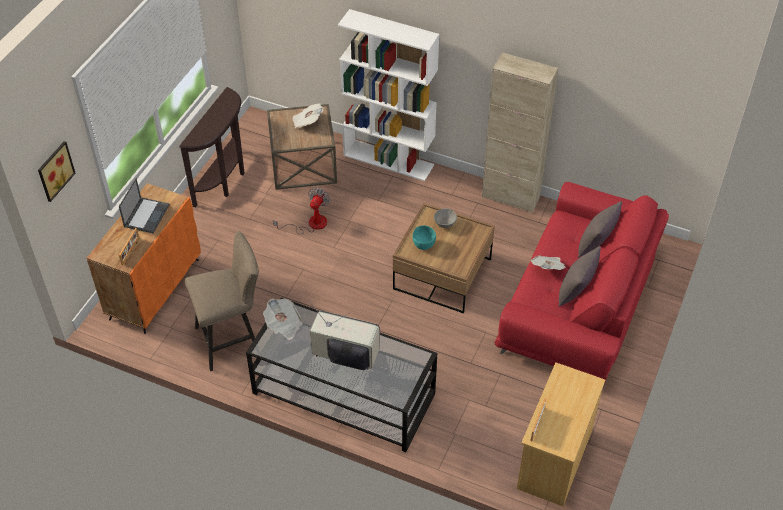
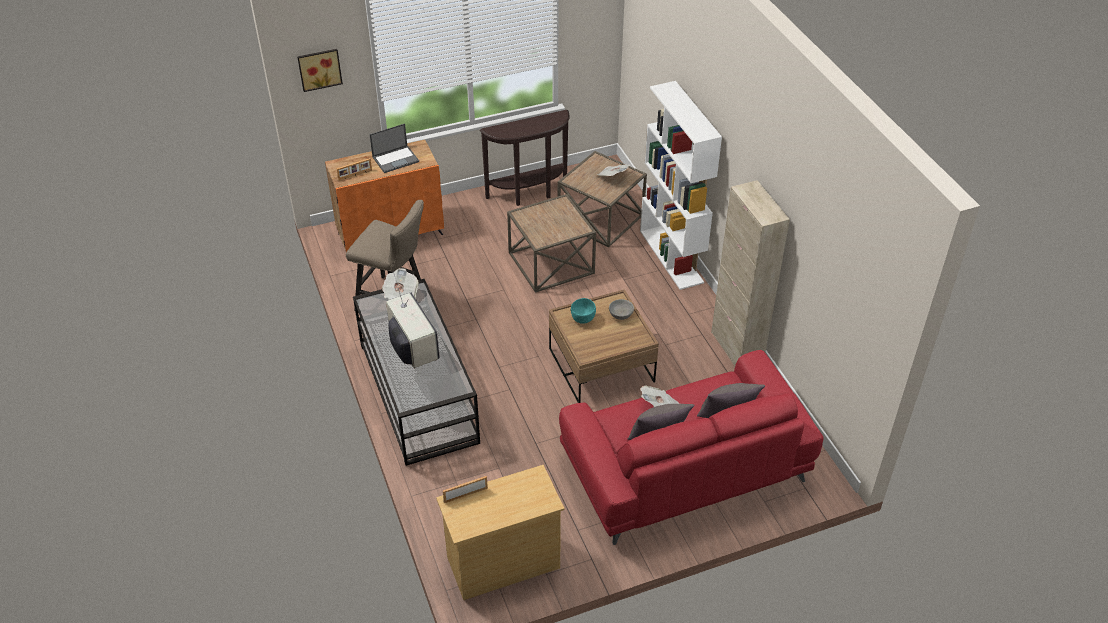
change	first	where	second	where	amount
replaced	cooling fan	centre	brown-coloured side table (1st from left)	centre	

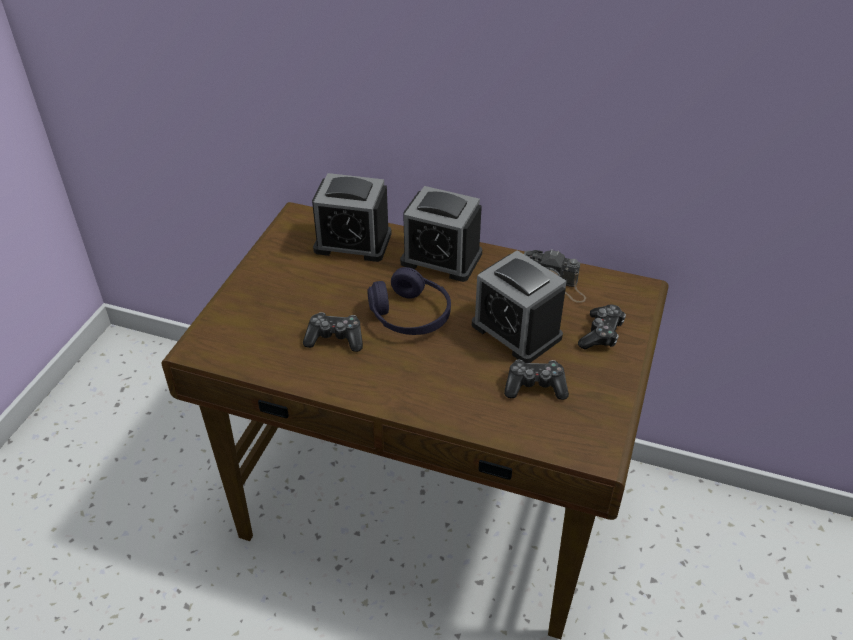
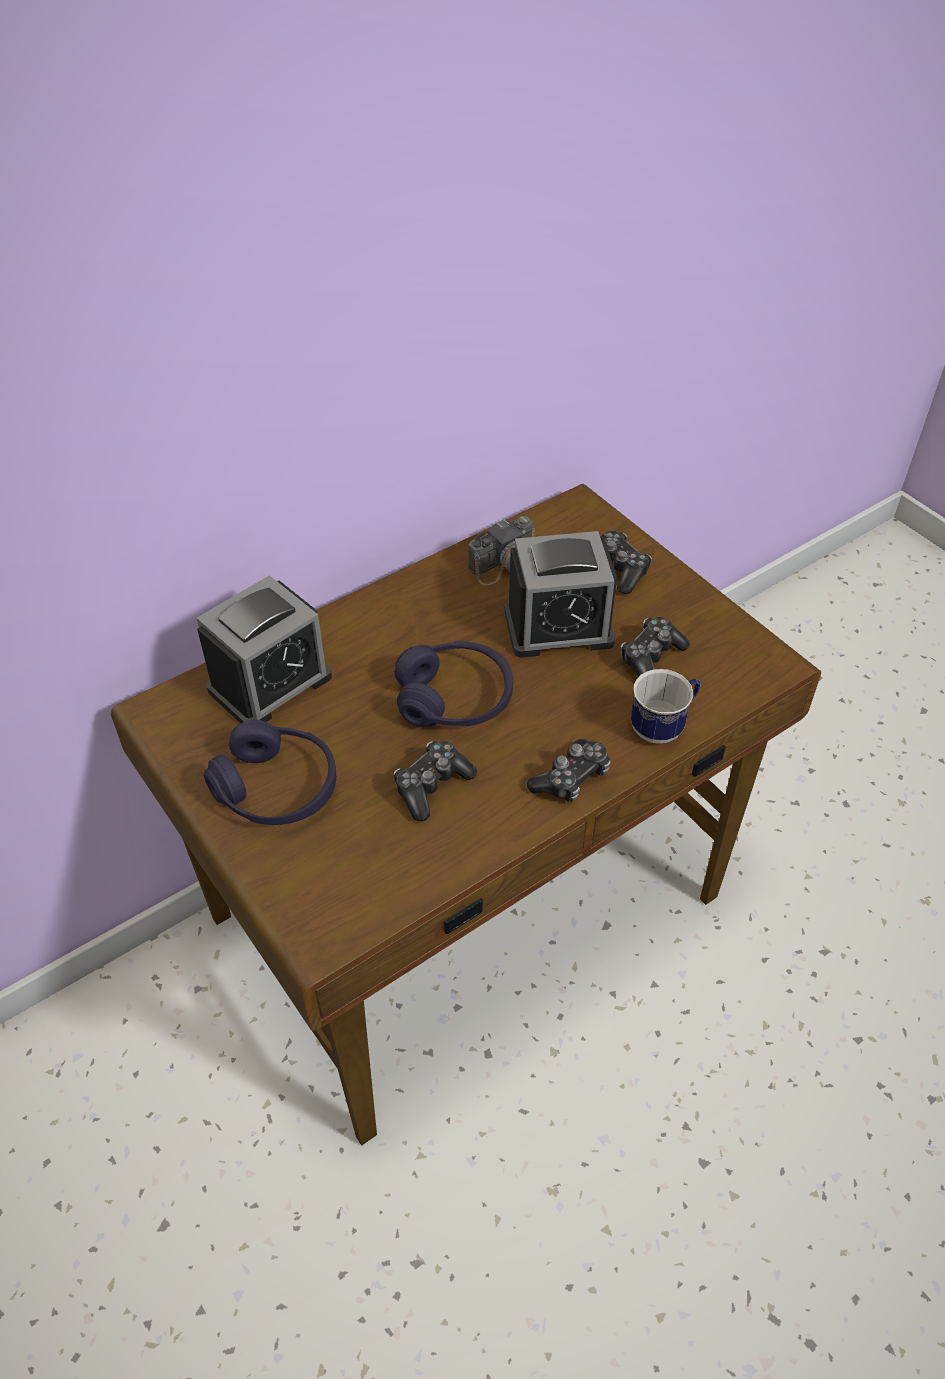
change	first	where	second	where	amount
removed	bedside clock (2nd from left)	centre			
added			purple headphones (1st from left)	middle left	
added			game controller (2nd from left)	centre	
added			coffee mug	middle right	

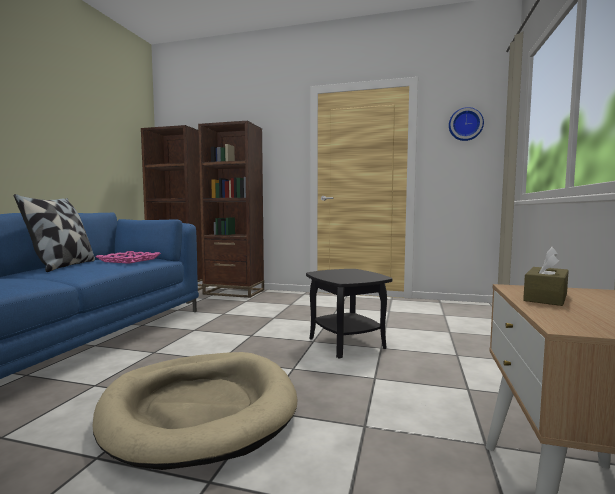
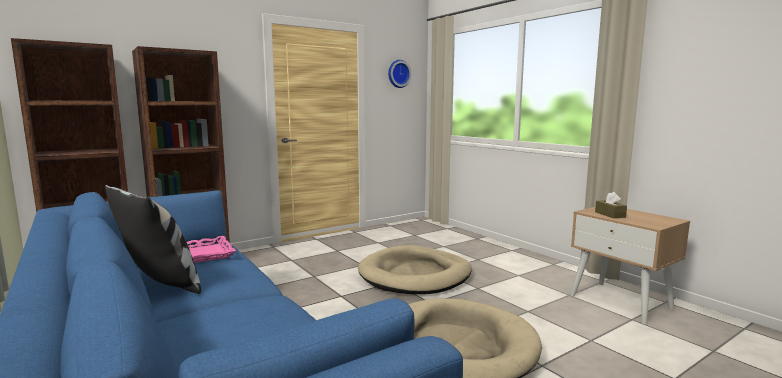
change	first	where	second	where	amount
replaced	black side table	centre	sand-coloured dog cushion (1st from left)	bottom centre	

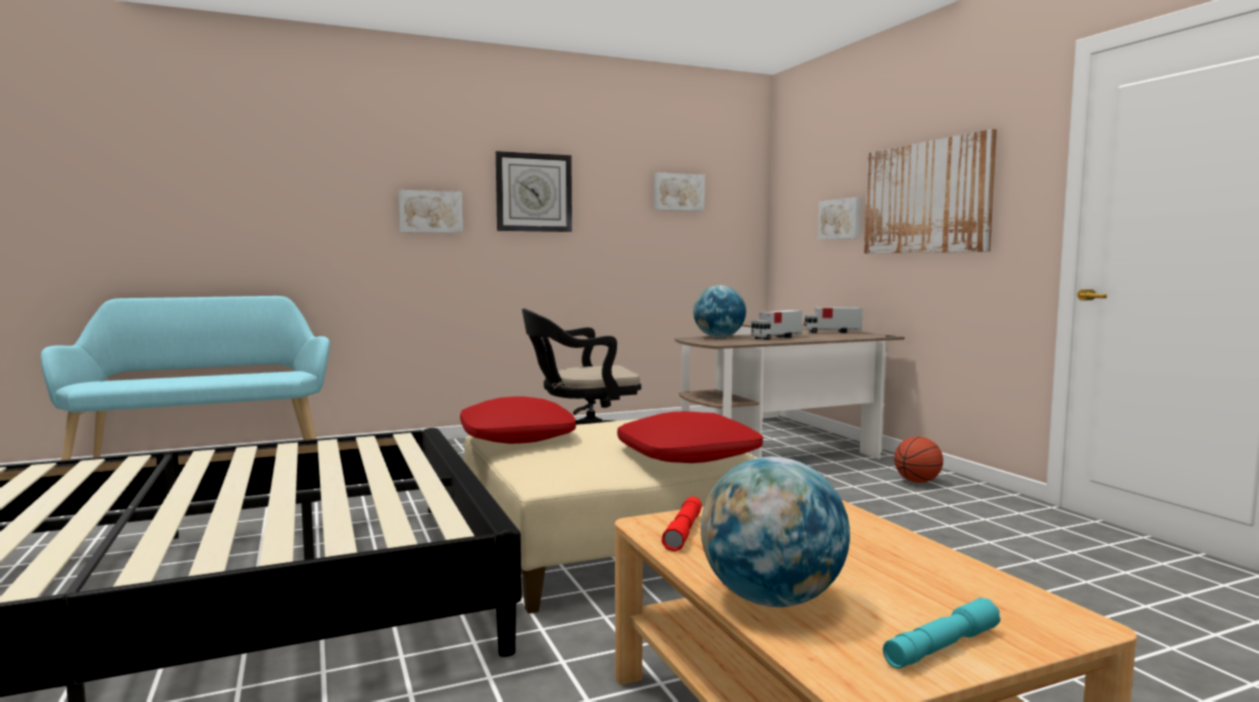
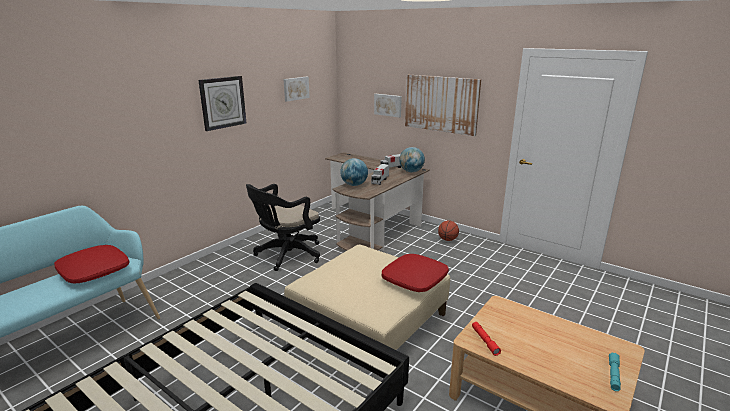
change	first	where	second	where	amount
removed	wall art (1st from left)	top centre			
moved	red-coloured cushion (1st from left)	centre		middle left	
moved	desk globe (2nd from left)	bottom centre		centre	

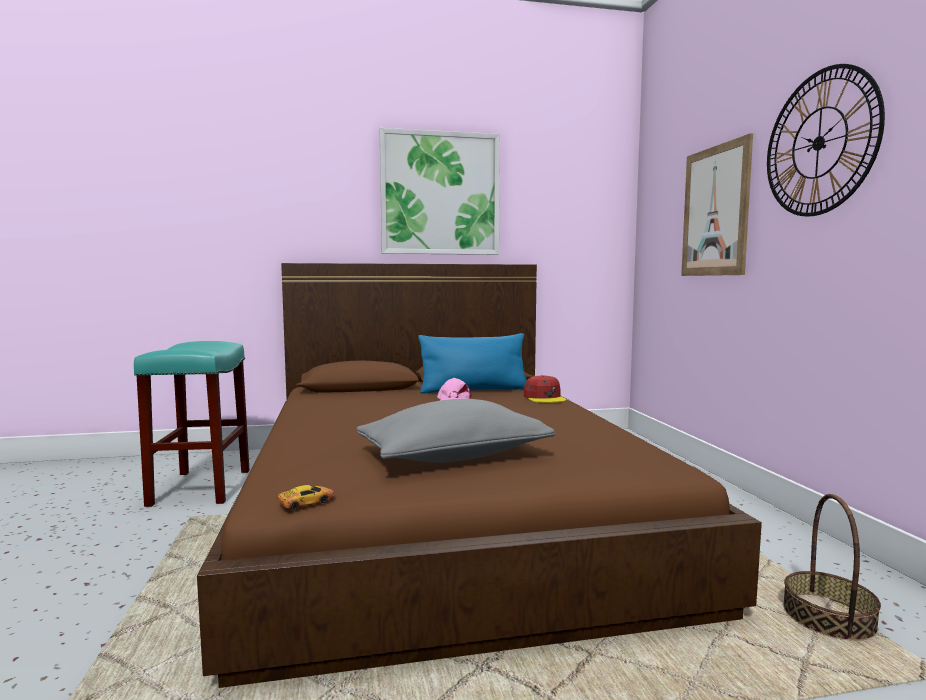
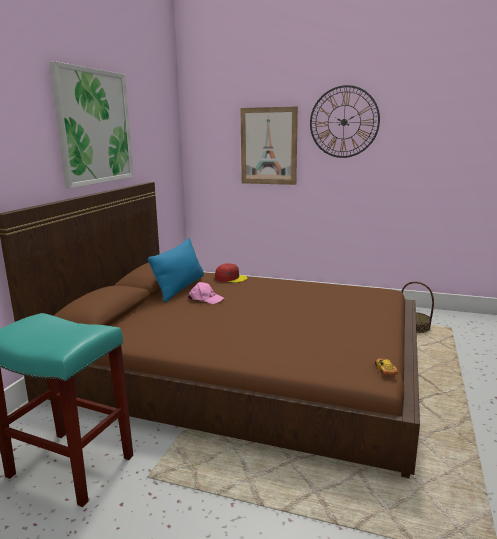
change	first	where	second	where	amount
removed	gray cushion	centre			

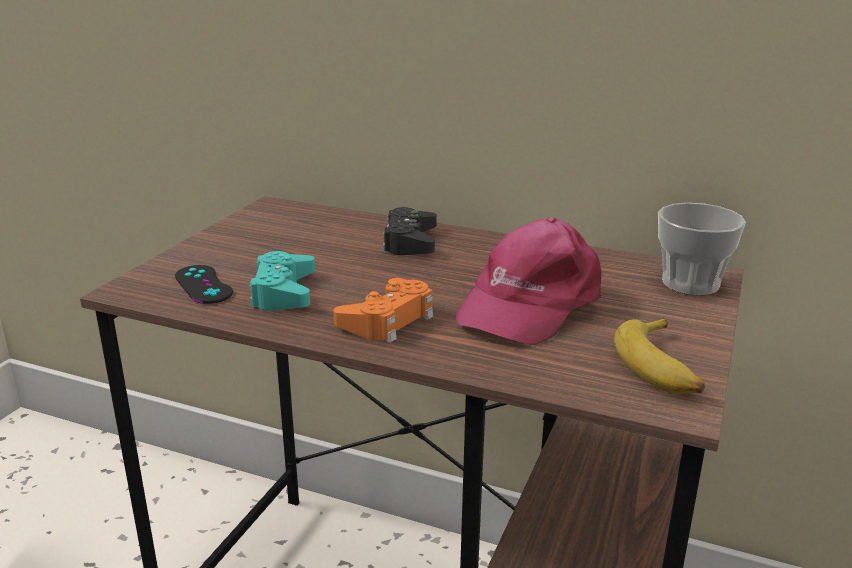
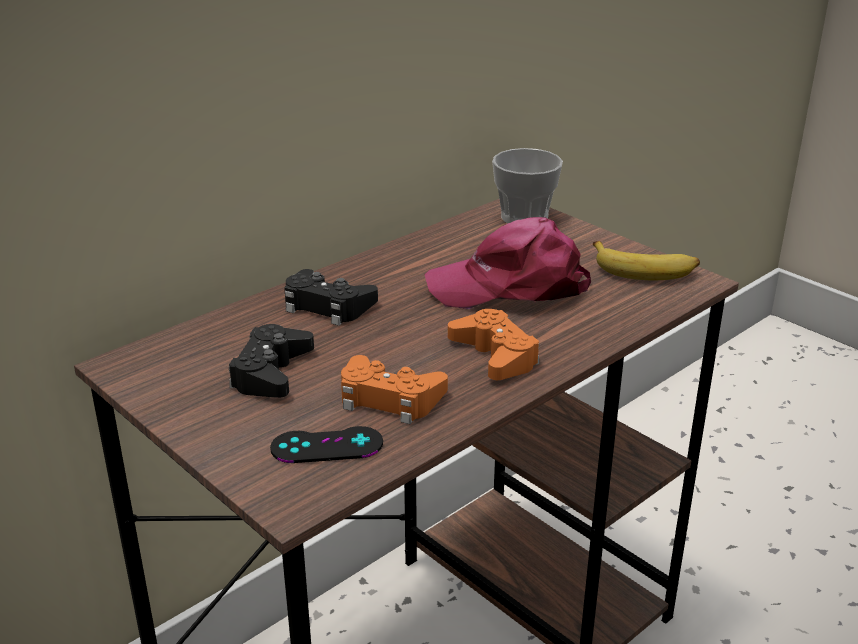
change	first	where	second	where	amount
added			black game controller (1st from left)	middle left	
recoloured	turquoise game controller	middle left	orange-coloured game controller (1st from left)	centre	
turned	pink-coloured peaked cap	centre		centre	120 degrees clockwise

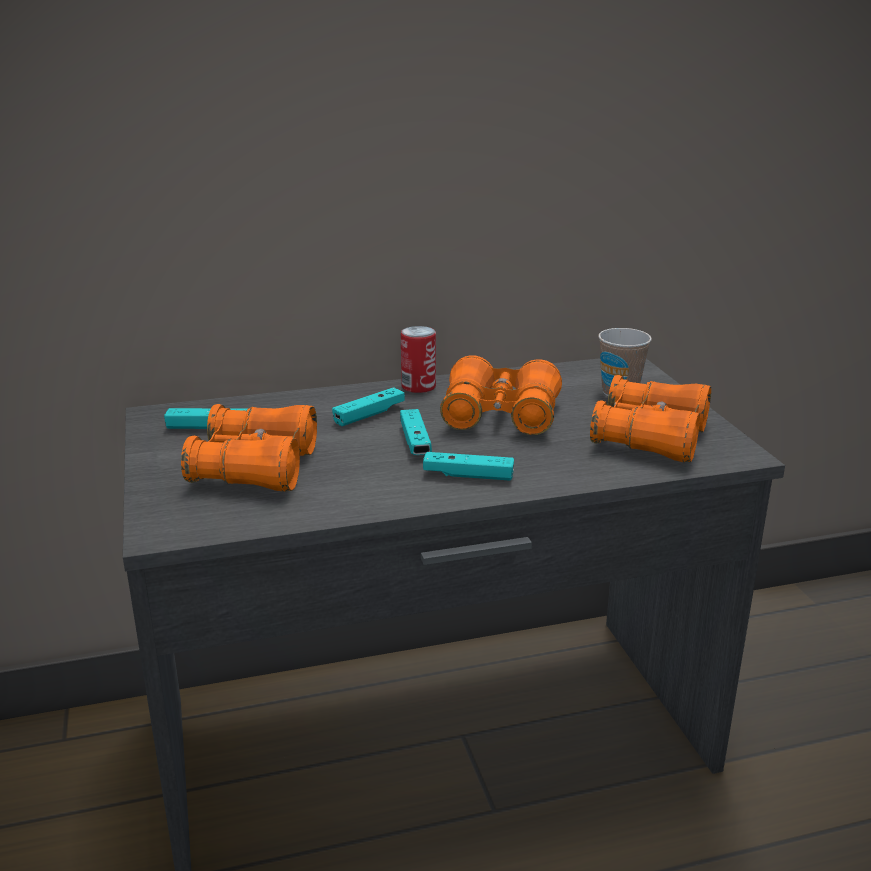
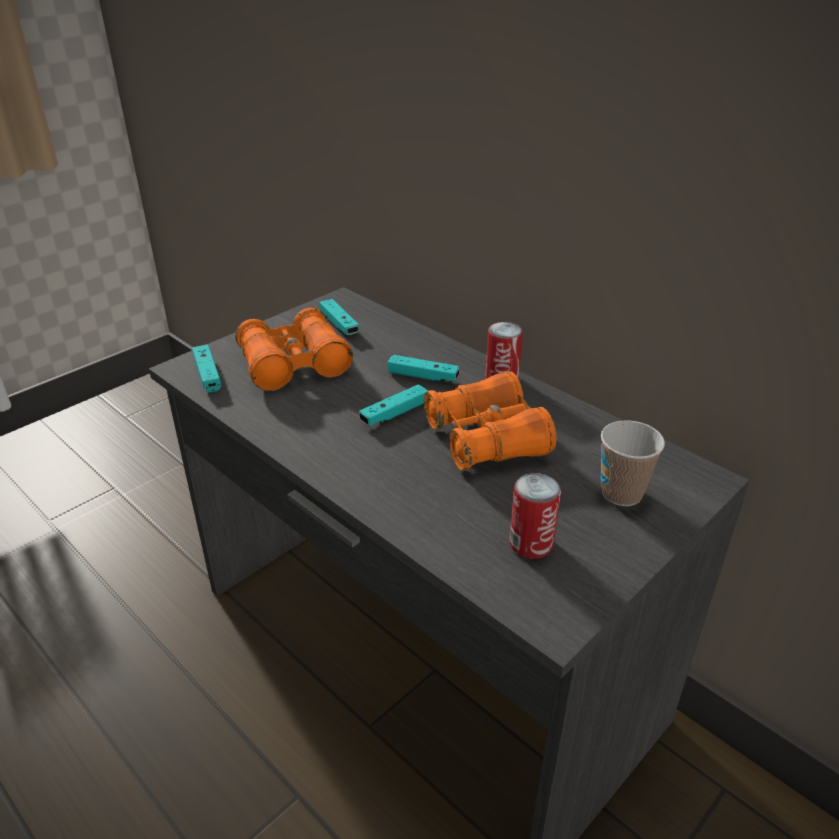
change	first	where	second	where	amount
moved	turquoise game controller (4th from left in the first image)	centre	turquoise game controller (1st from left)	middle left	
replaced	orange-coloured field glasses (3rd from left)	middle right	can (2nd from left)	centre	

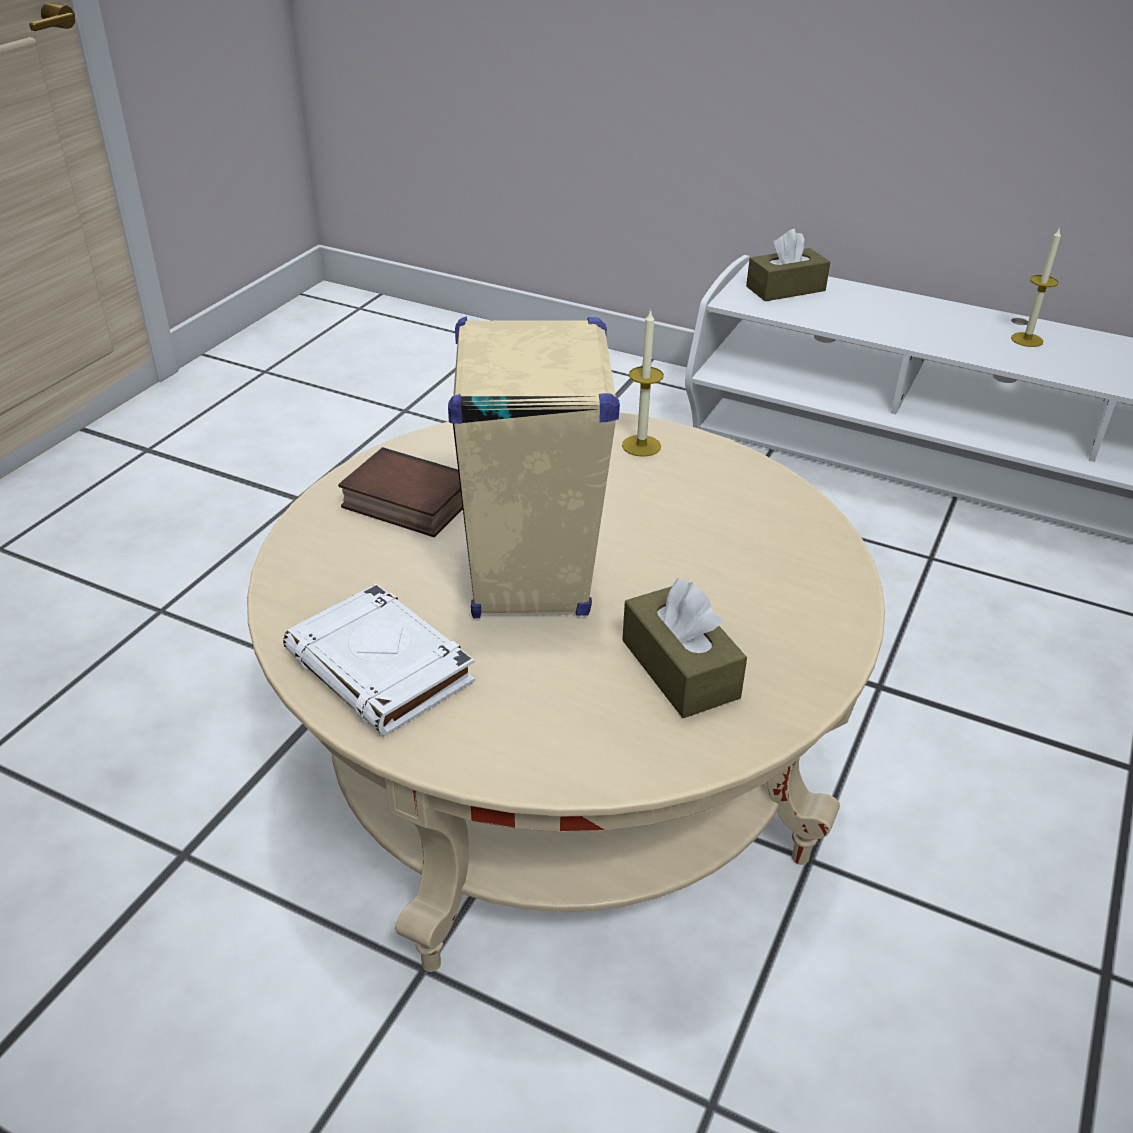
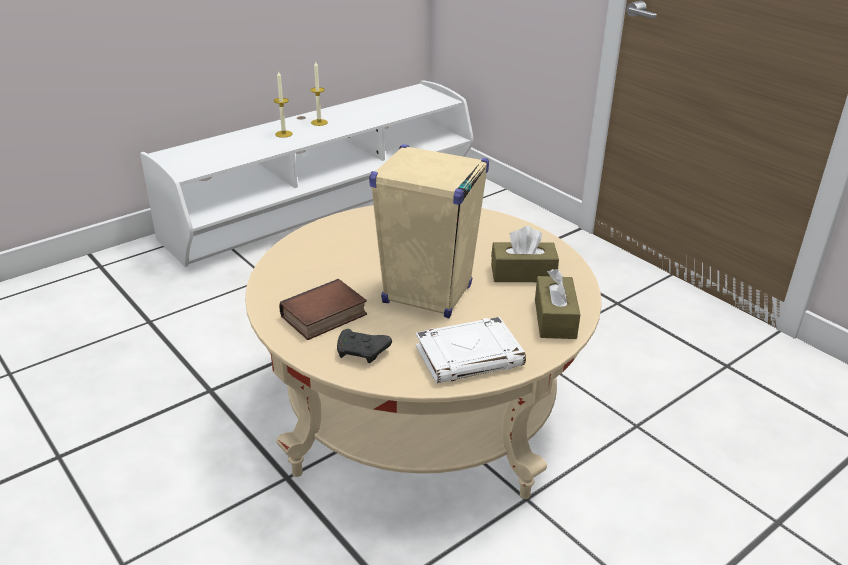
change	first	where	second	where	amount
added			black game controller	centre	
moved	candle (1st from left)	centre		top centre	
moved	brown-coloured box of tissues (2nd from left)	top right		centre	

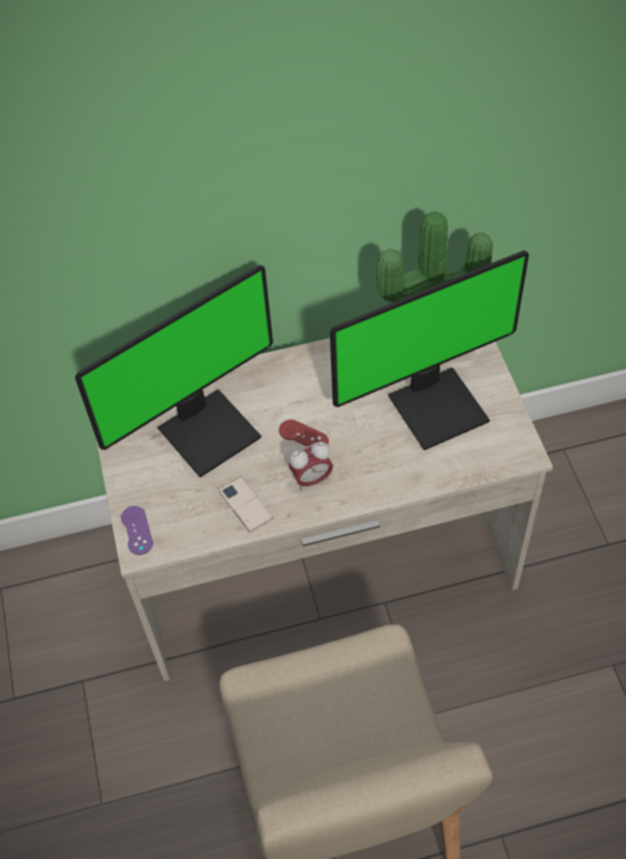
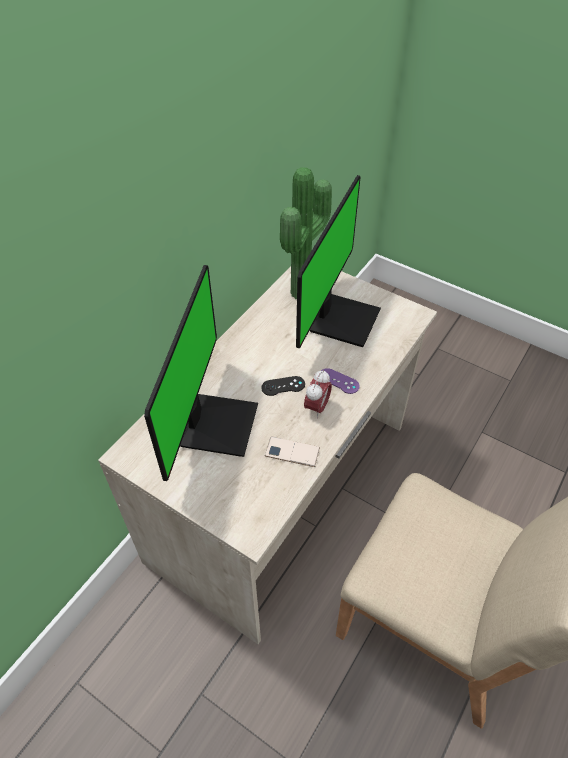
change	first	where	second	where	amount
moved	purple game controller	middle left		centre	
recoloured	red-coloured game controller	centre	black game controller	centre	

